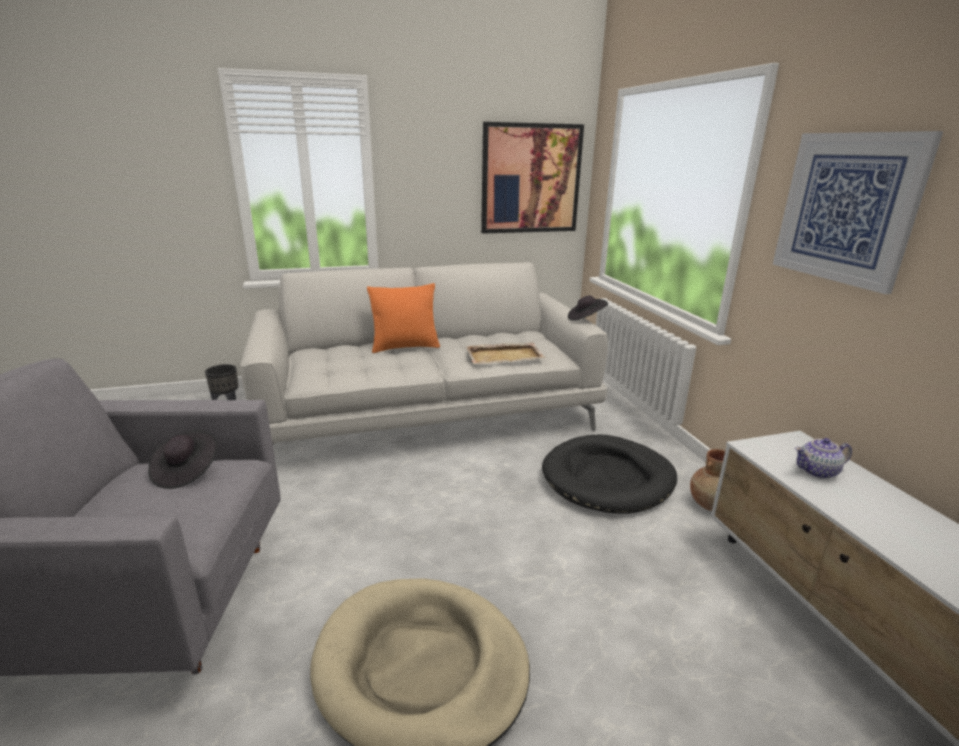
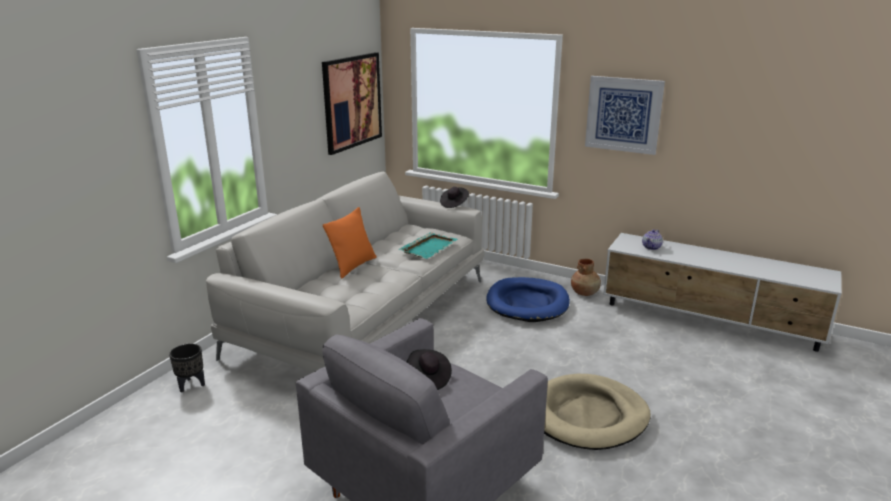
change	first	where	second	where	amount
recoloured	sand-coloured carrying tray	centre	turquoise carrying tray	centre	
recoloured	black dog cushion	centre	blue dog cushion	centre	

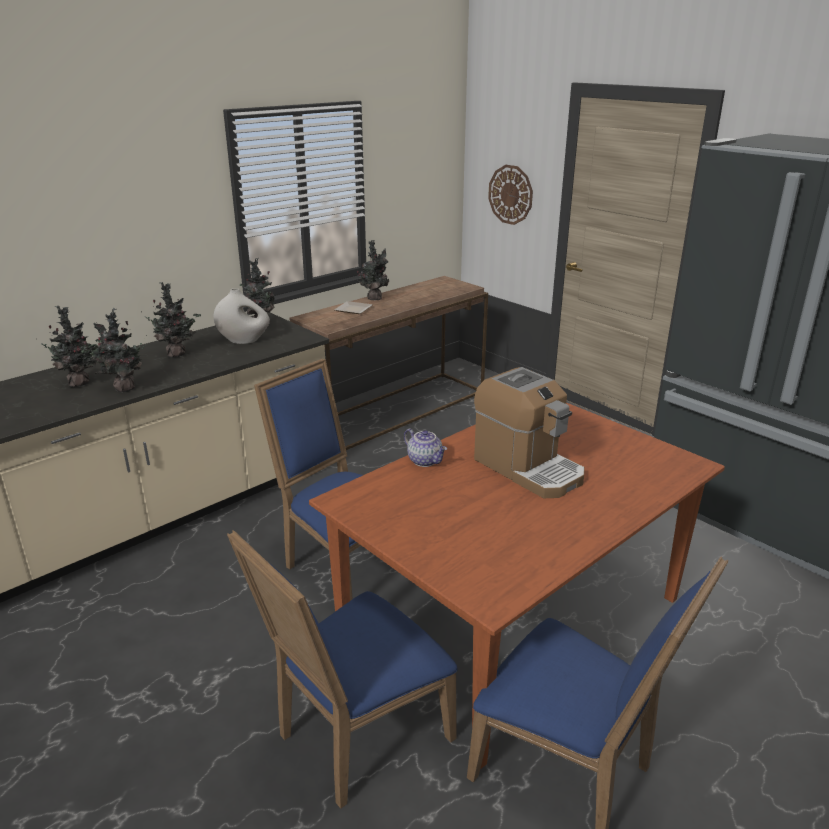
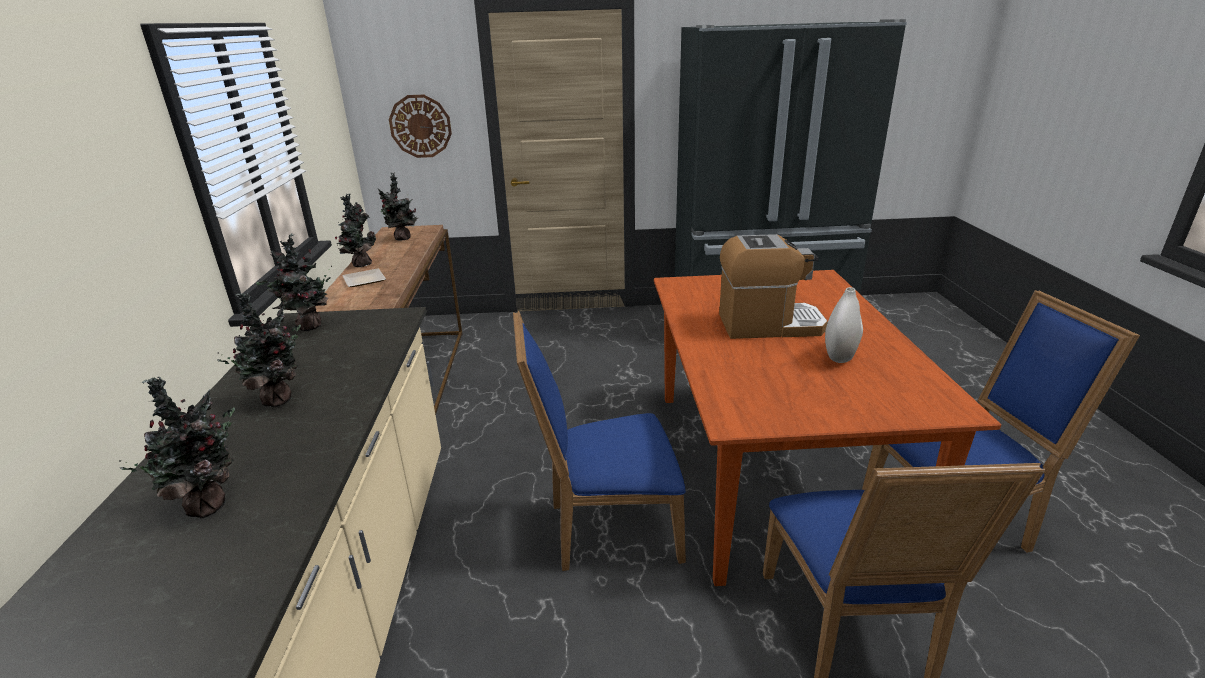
change	first	where	second	where	amount
removed	teapot	centre			
moved	houseplant (2nd from left in the first image)	middle left	houseplant (5th from left)	top left	
moved	white-coloured flower vase	middle left		middle right	

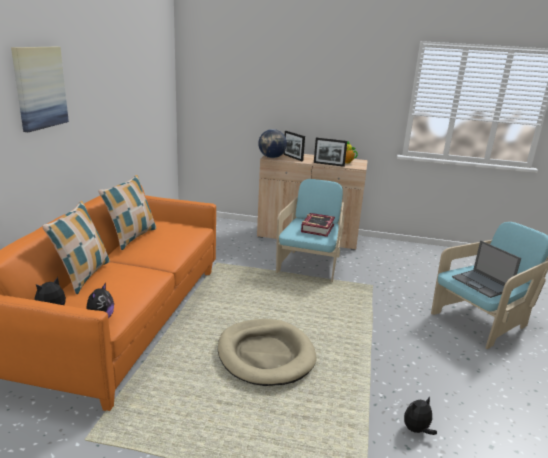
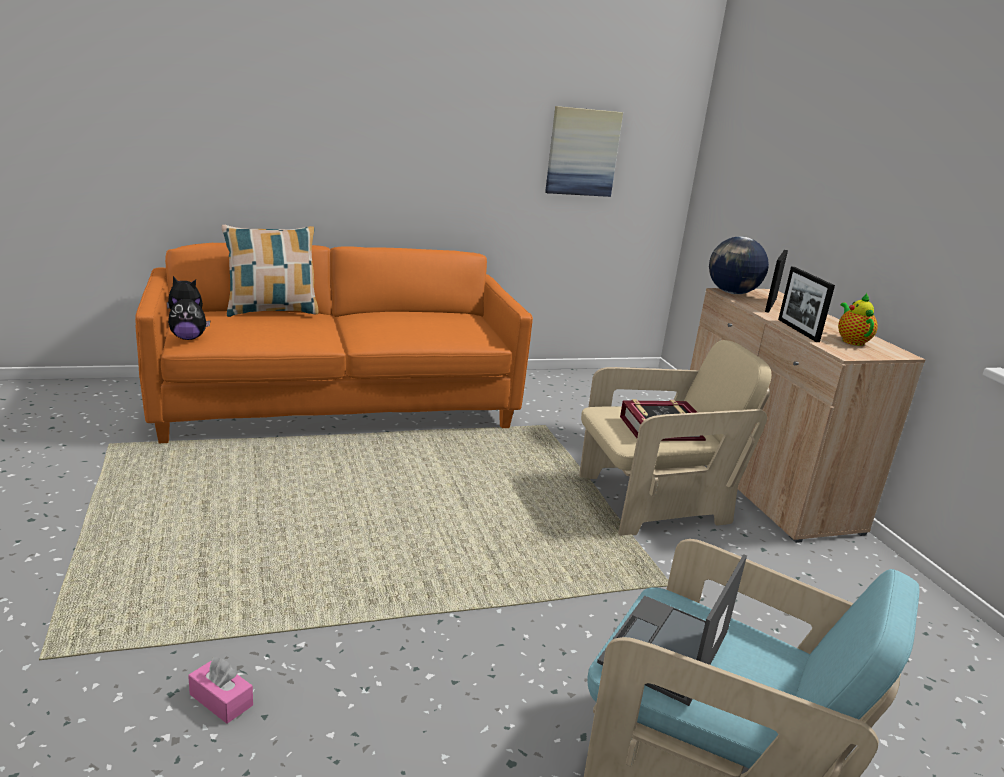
change	first	where	second	where	amount
removed	cushion (2nd from left)	middle left			
removed	sand-coloured dog cushion	bottom centre			
moved	wall art	top left		top centre	
replaced	soft toy (3rd from left)	bottom right	pink-coloured box of tissues	bottom left	
recoloured	turquoise lounge chair (1st from left)	centre	sand-coloured lounge chair	middle right	

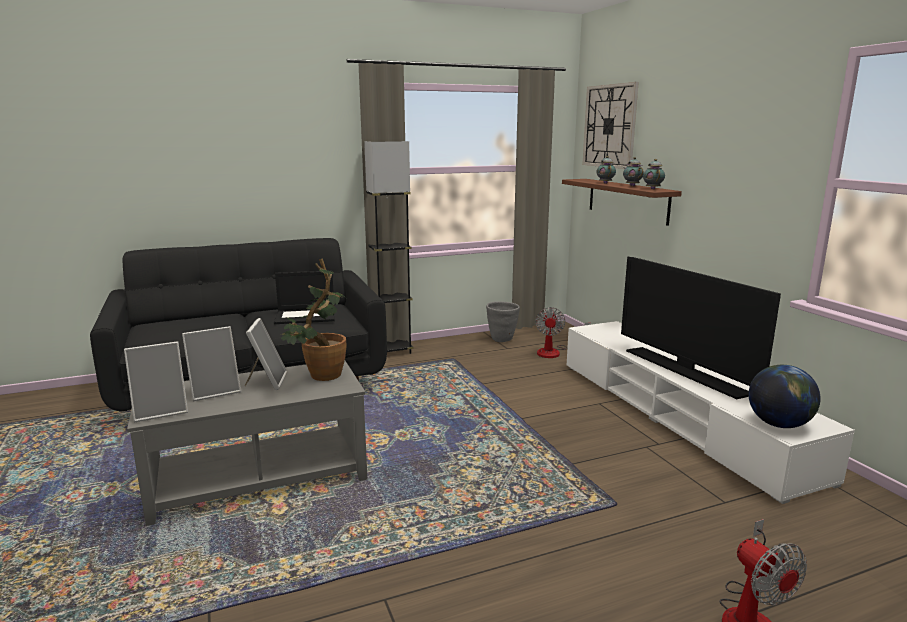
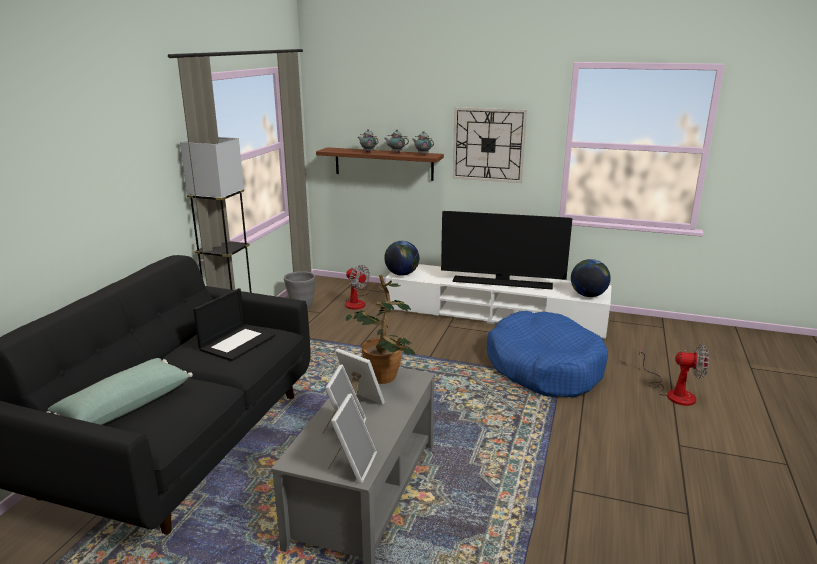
change	first	where	second	where	amount
added			green cushion	bottom left	
added			desk globe (1st from left)	centre	
added			blue dog cushion	middle right	
moved	clock on the wall	top right		top centre	

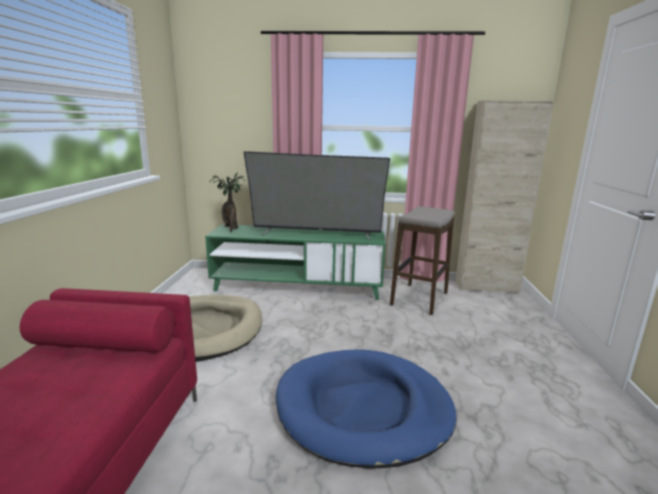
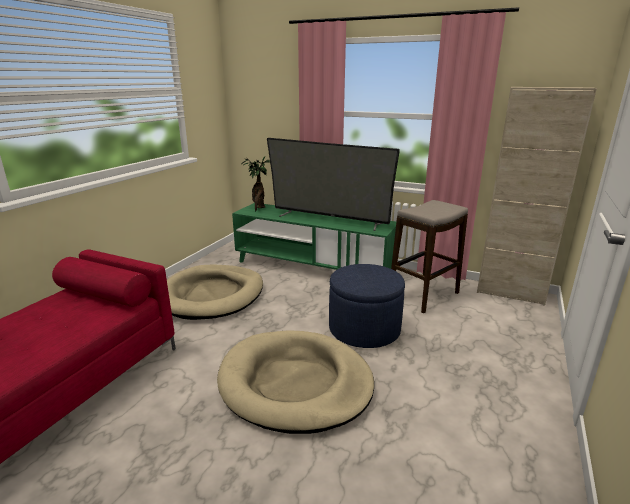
change	first	where	second	where	amount
added			blue footrest	centre	
recoloured	blue dog cushion	bottom centre	sand-coloured dog cushion (2nd from left)	bottom centre	

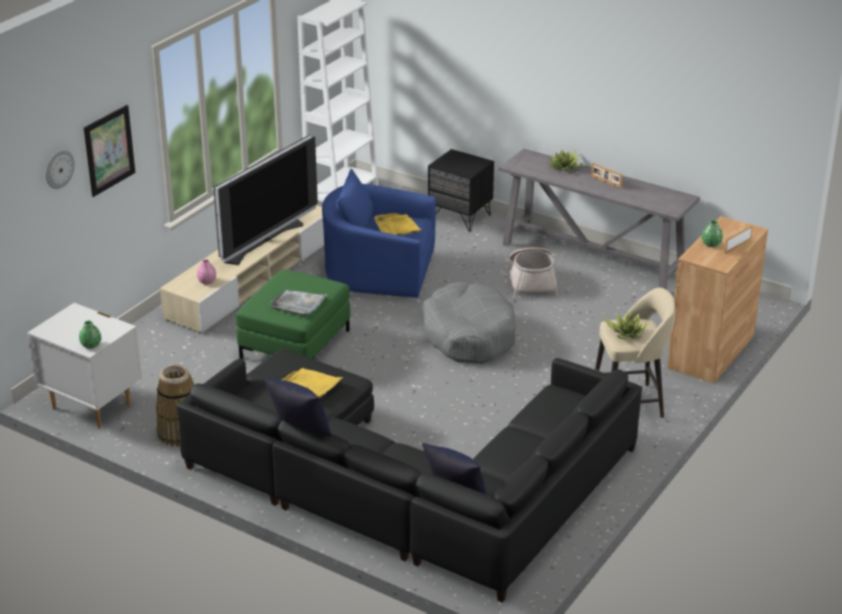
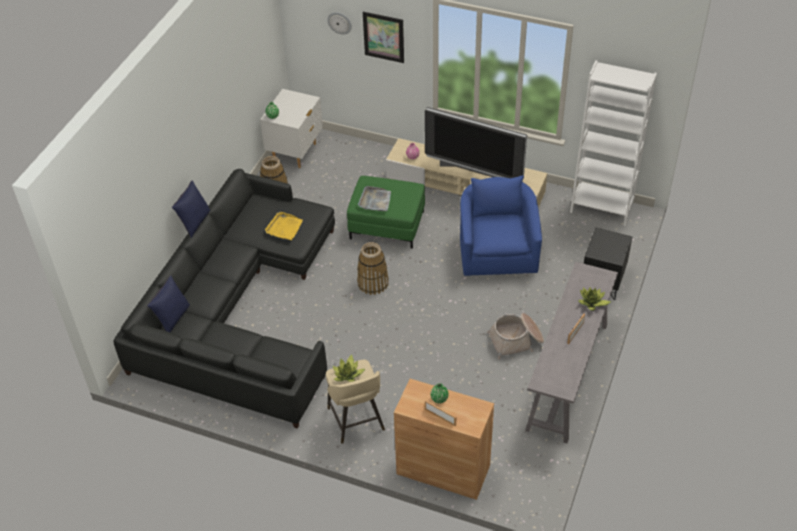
change	first	where	second	where	amount
removed	yellow carrying tray (2nd from left)	centre			
removed	gray dog cushion	centre			
added			household basket (2nd from left)	centre	

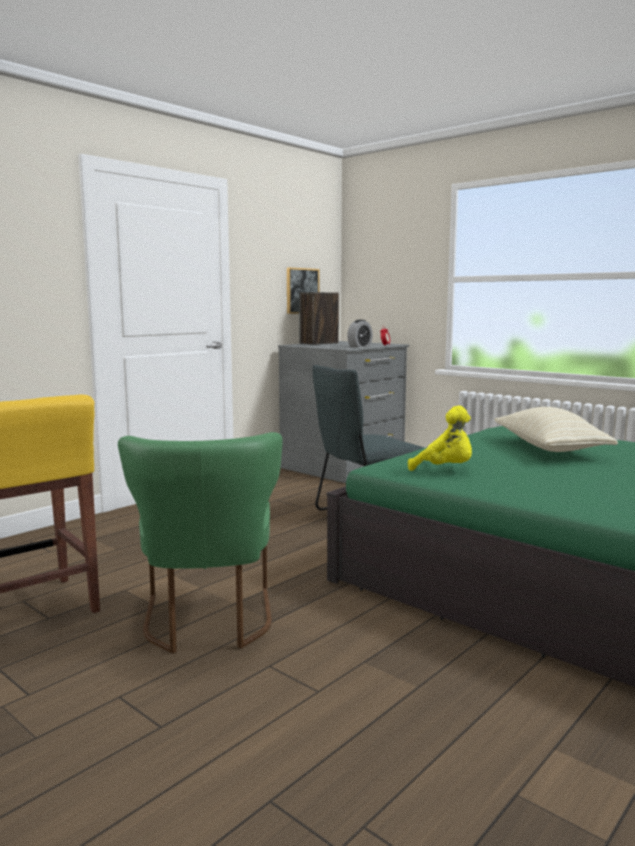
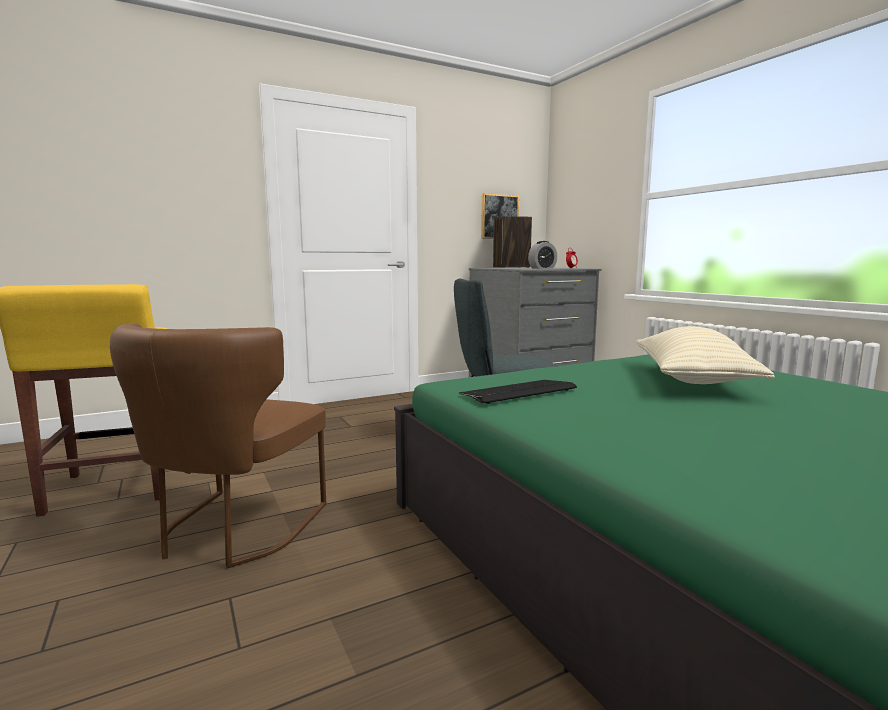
change	first	where	second	where	amount
replaced	yellow soft toy	middle right	keyboard	centre	
recoloured	green chair	middle left	brown-coloured chair	middle left	

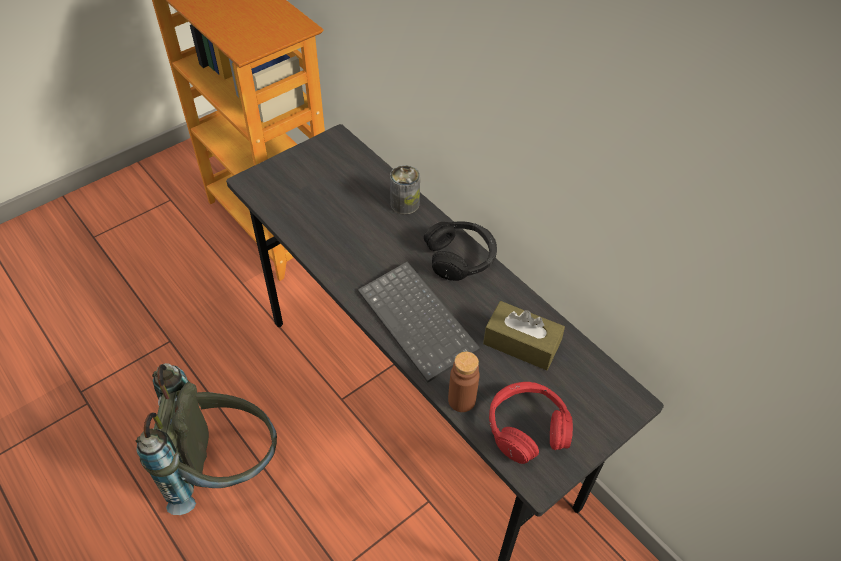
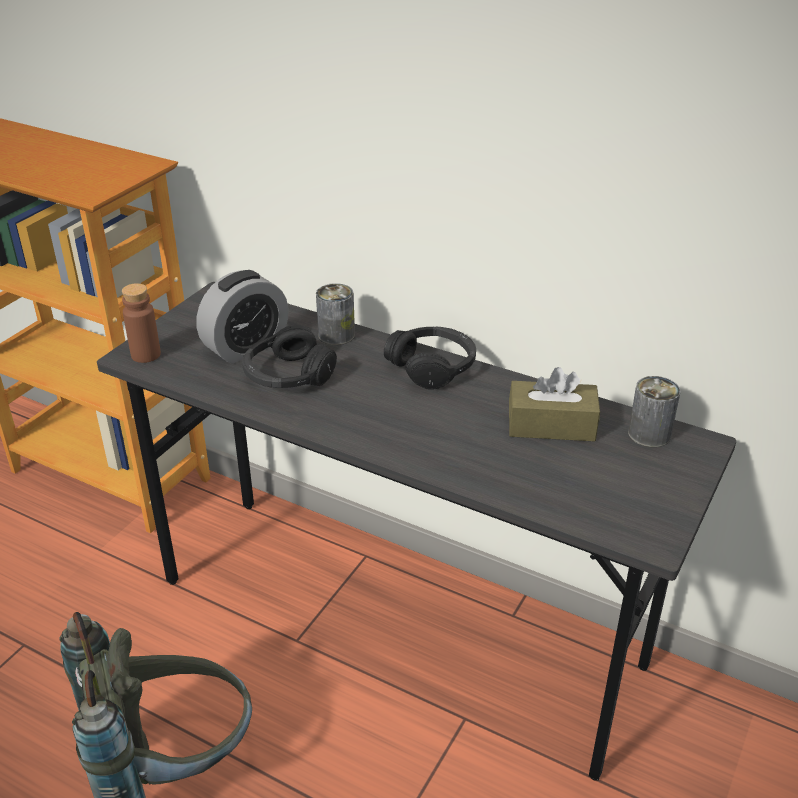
change	first	where	second	where	amount
removed	keyboard	centre			
removed	red-coloured headphones	bottom centre			
added			bedside clock	middle left	
added			black headphones (1st from left)	centre	
added			can (2nd from left)	middle right	
moved	brown-coloured drink bottle	bottom centre		middle left	

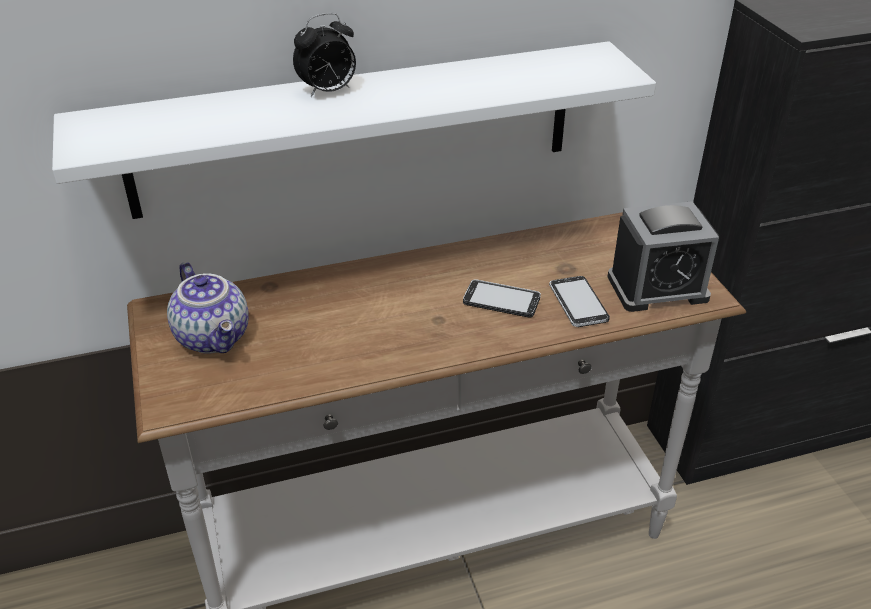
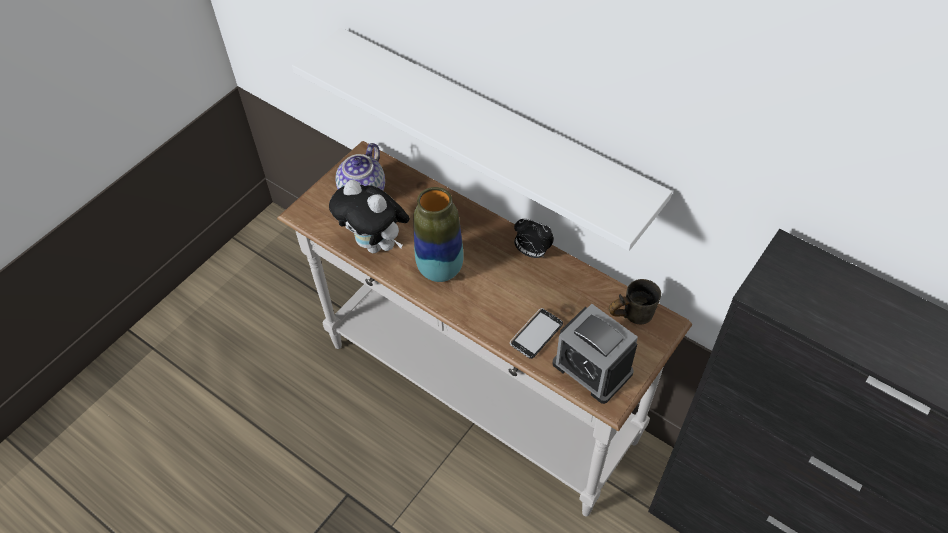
change	first	where	second	where	amount
removed	handset (1st from left)	centre			
added			soft toy	centre	
added			flower vase	centre	
added			gray coffee mug	middle right	
moved	bedside clock (1st from left)	top centre		centre	

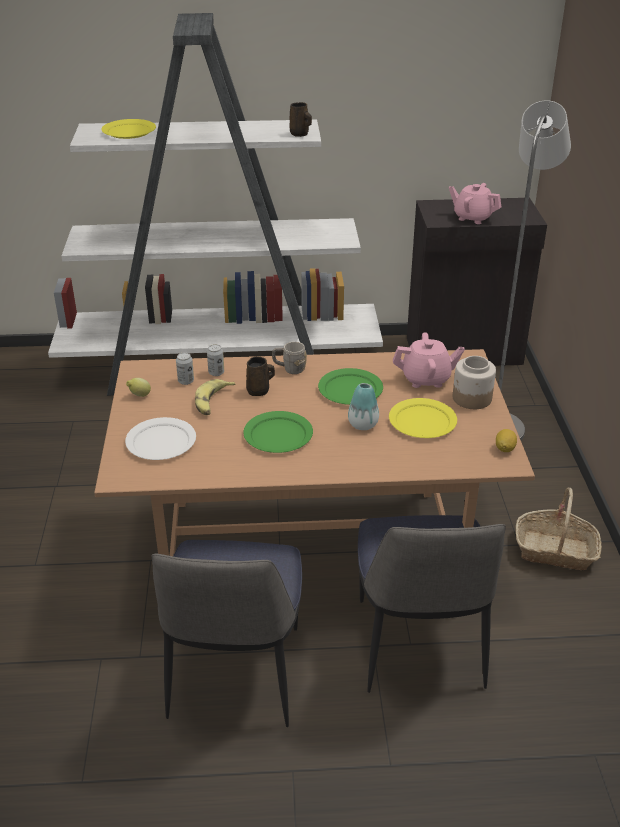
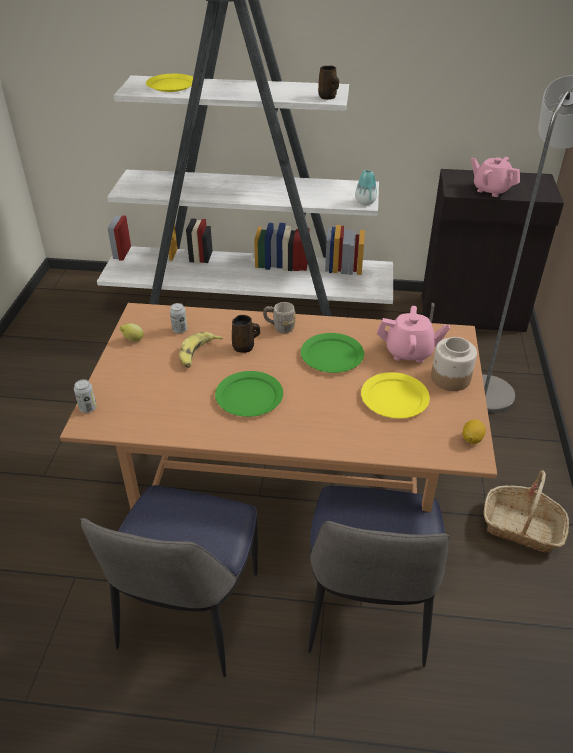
change	first	where	second	where	amount
removed	white-coloured flat dish	middle left			
moved	can (2nd from left in the first image)	centre	can (1st from left)	middle left	
moved	flower vase	centre		top centre	

